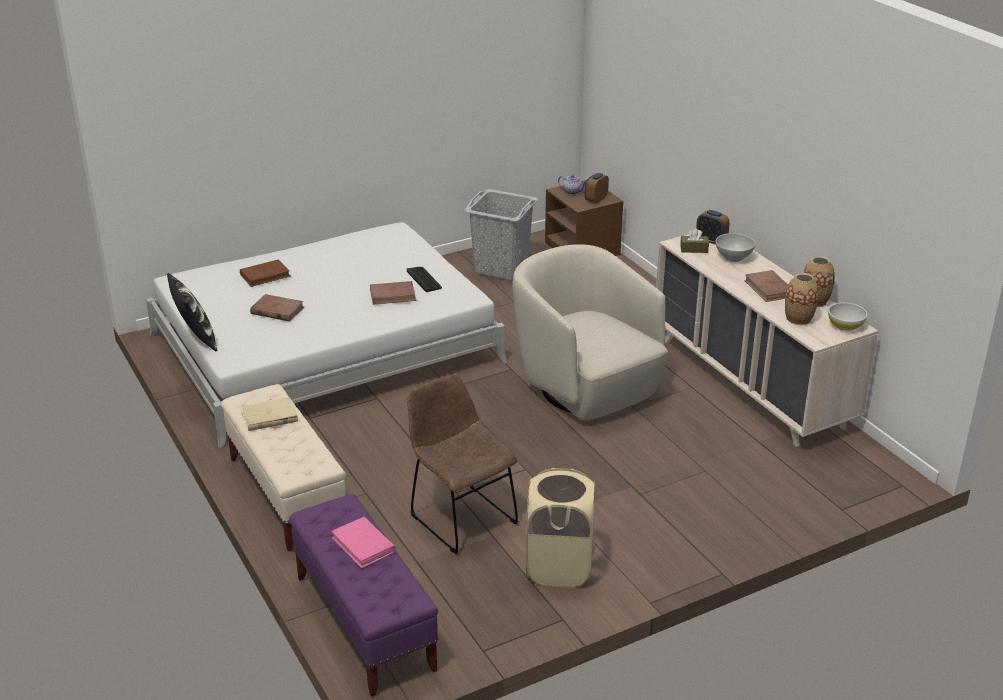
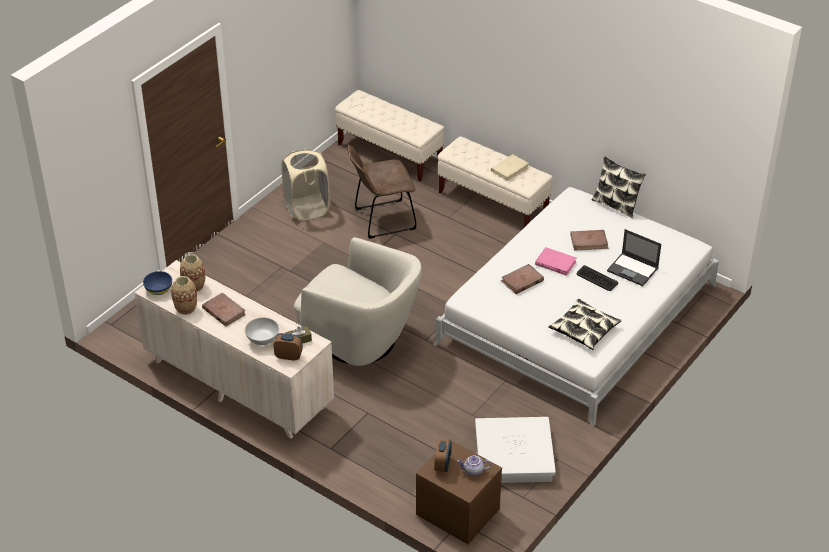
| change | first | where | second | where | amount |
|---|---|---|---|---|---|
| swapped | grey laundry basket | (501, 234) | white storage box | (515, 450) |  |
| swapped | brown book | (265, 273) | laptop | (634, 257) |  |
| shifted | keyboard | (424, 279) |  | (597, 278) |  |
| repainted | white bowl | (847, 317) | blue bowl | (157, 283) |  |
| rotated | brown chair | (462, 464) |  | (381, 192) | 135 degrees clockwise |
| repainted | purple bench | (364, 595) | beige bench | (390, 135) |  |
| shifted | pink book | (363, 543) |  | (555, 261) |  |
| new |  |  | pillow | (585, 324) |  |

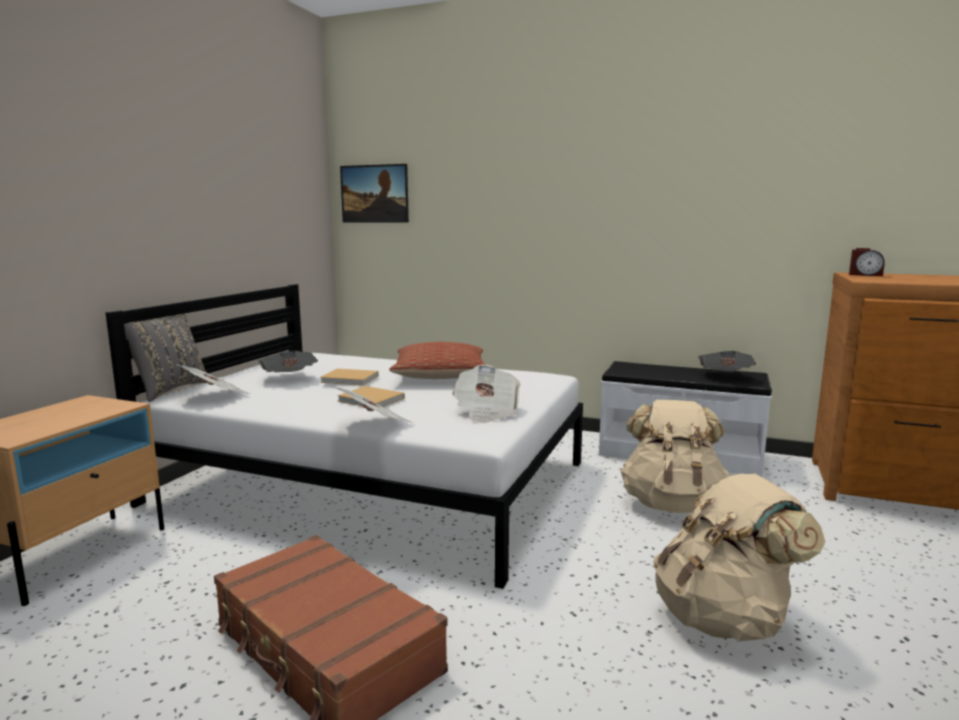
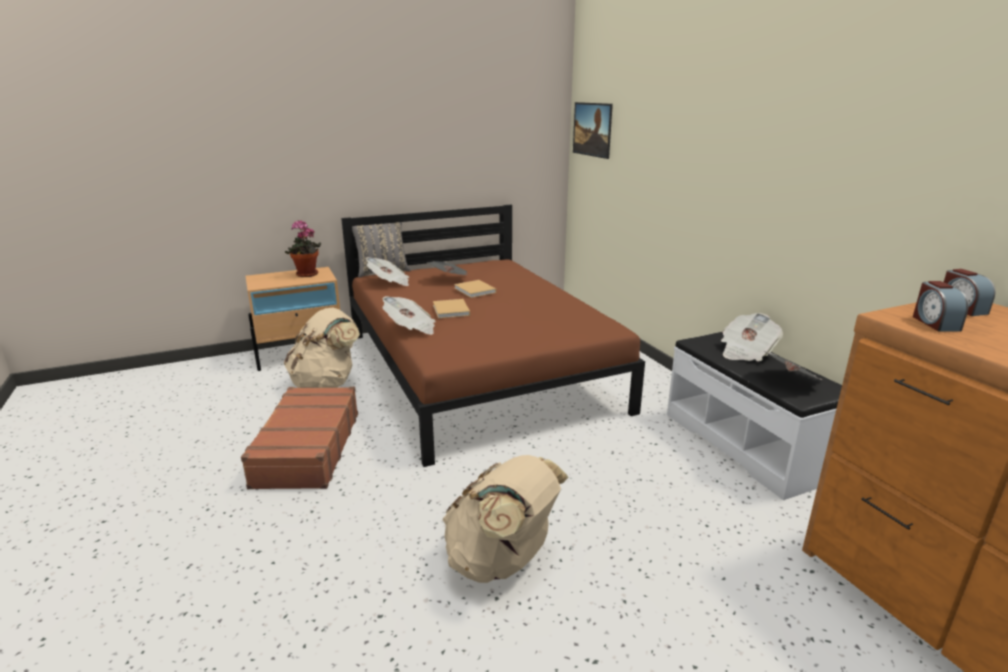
| change | first | where | second | where | amount |
|---|---|---|---|---|---|
| repainted | white bed | (344, 436) | brown bed | (493, 336) |  |
| gone | pillow | (437, 360) |  |  |  |
| shifted | newspaper | (486, 394) |  | (752, 337) |  |
| shifted | beige backpack | (675, 456) |  | (322, 347) |  |
| new |  |  | potted plant | (303, 248) |  |
| new |  |  | alarm clock | (940, 306) |  |

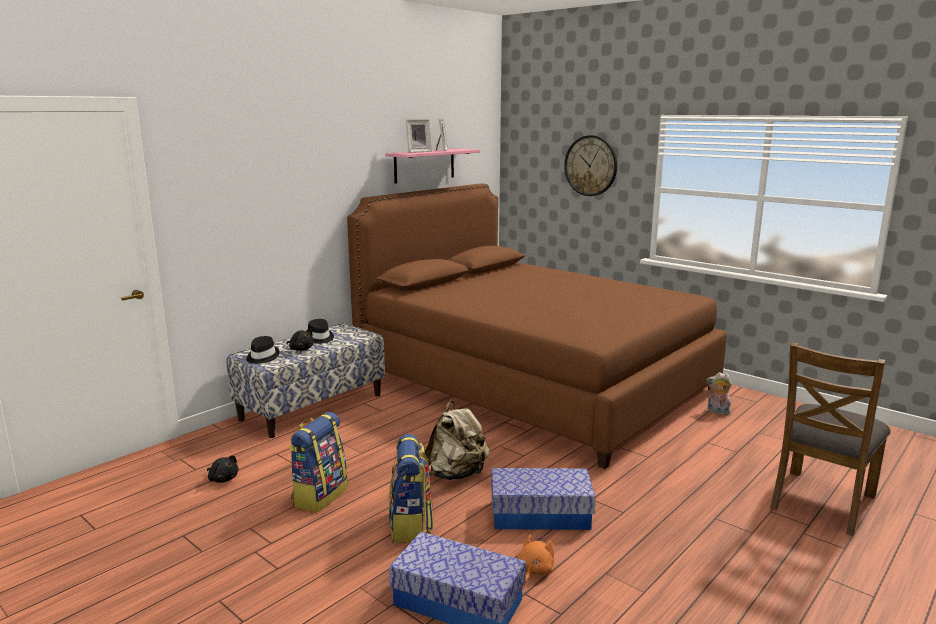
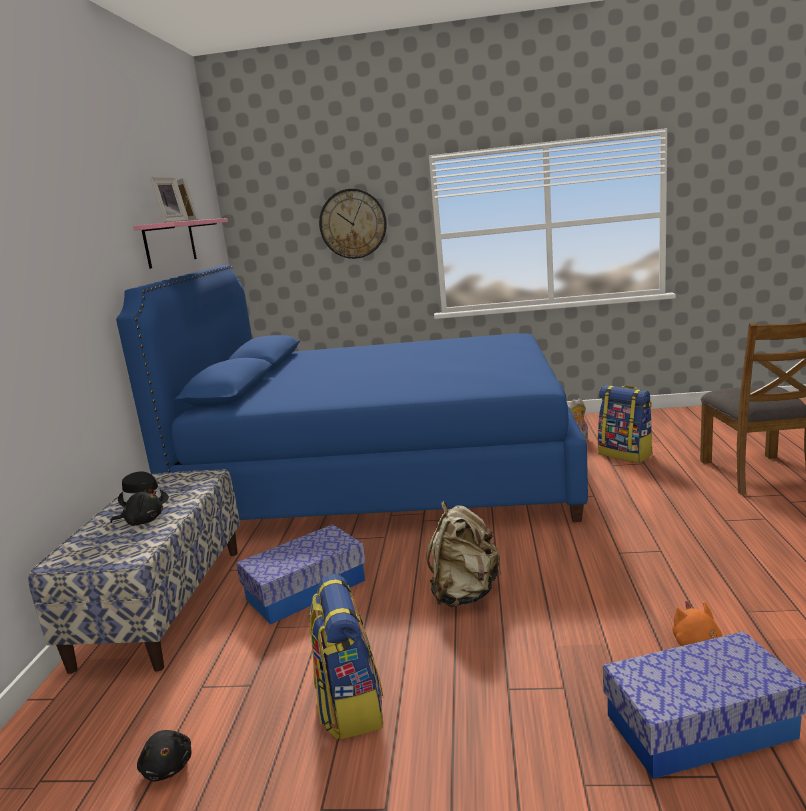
| change | first | where | second | where | amount |
|---|---|---|---|---|---|
| repainted | brown bed | (537, 326) | blue bed | (352, 393) |  |
| gone | black hat | (263, 350) |  |  |  |
| shifted | backpack | (411, 488) |  | (625, 424) |  |
| rotated | black plush toy | (223, 469) |  | (164, 756) | 60 degrees clockwise |
| shifted | storage box | (543, 499) |  | (301, 574) |  |

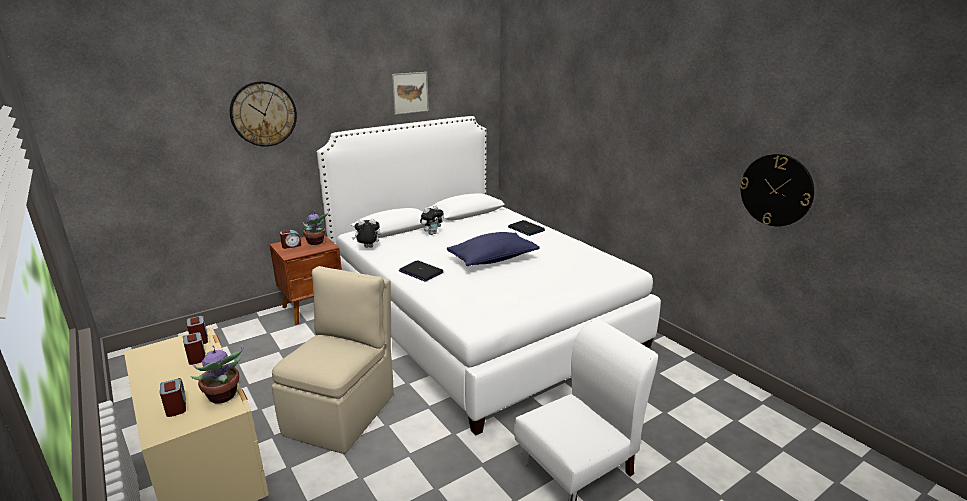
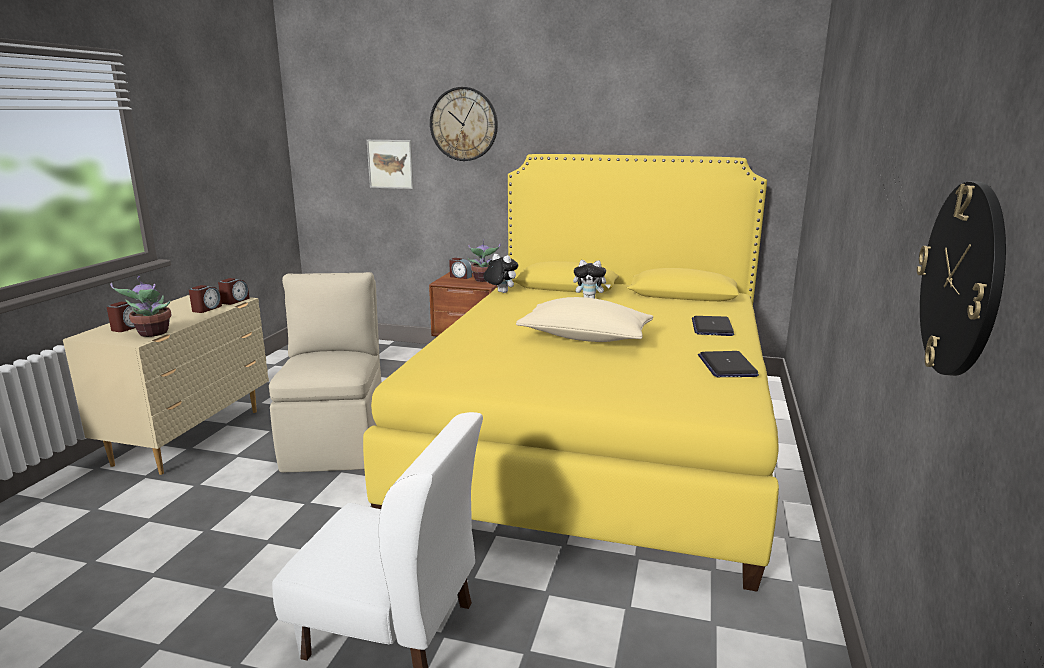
| change | first | where | second | where | amount |
|---|---|---|---|---|---|
| shifted | picture | (410, 93) |  | (390, 164) |  |
| repainted | white bed | (489, 276) | yellow bed | (571, 373) |  |
| repainted | blue pillow | (493, 249) | beige pillow | (584, 319) |  |
| shifted | laptop | (421, 271) |  | (728, 364) |  |
| rotated | beige chair | (333, 360) |  | (325, 372) | 75 degrees counterclockwise |

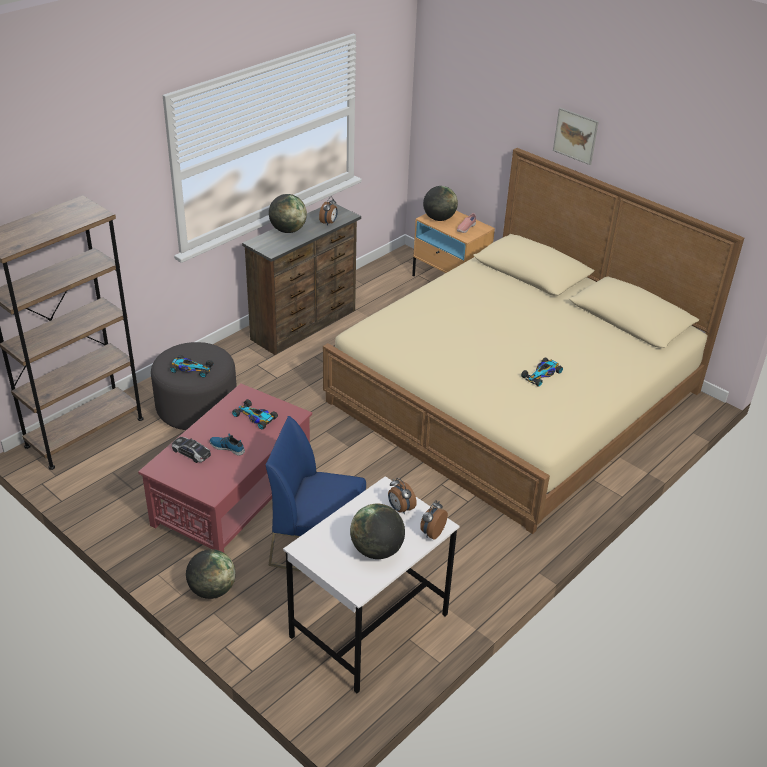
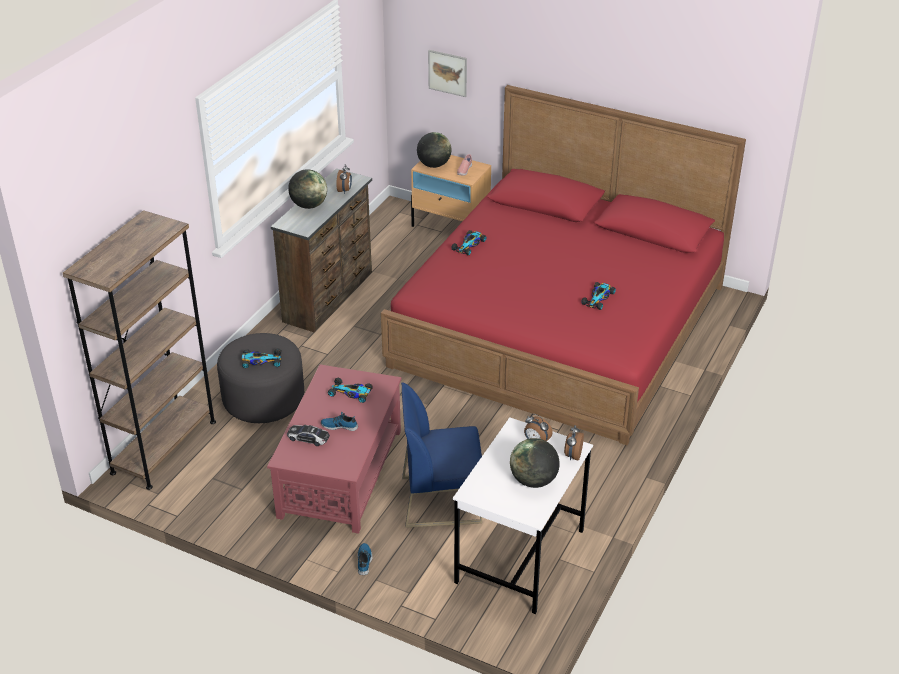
| change | first | where | second | where | amount |
|---|---|---|---|---|---|
| shifted | picture | (576, 136) |  | (447, 73) |  |
| repainted | beige bed | (533, 341) | red bed | (563, 265) |  |
| swapped | globe | (211, 574) | shoe | (364, 559) |  |
| new |  |  | toy car | (469, 242) |  |

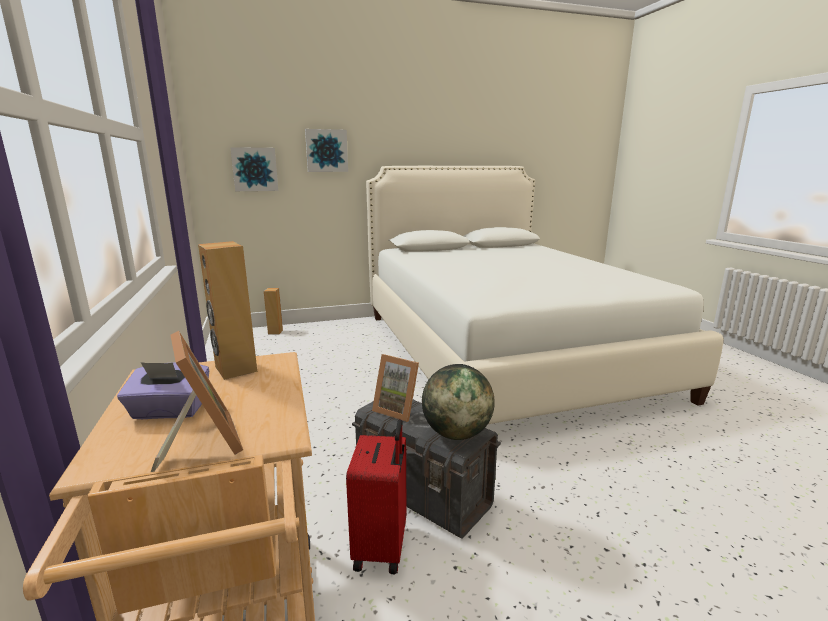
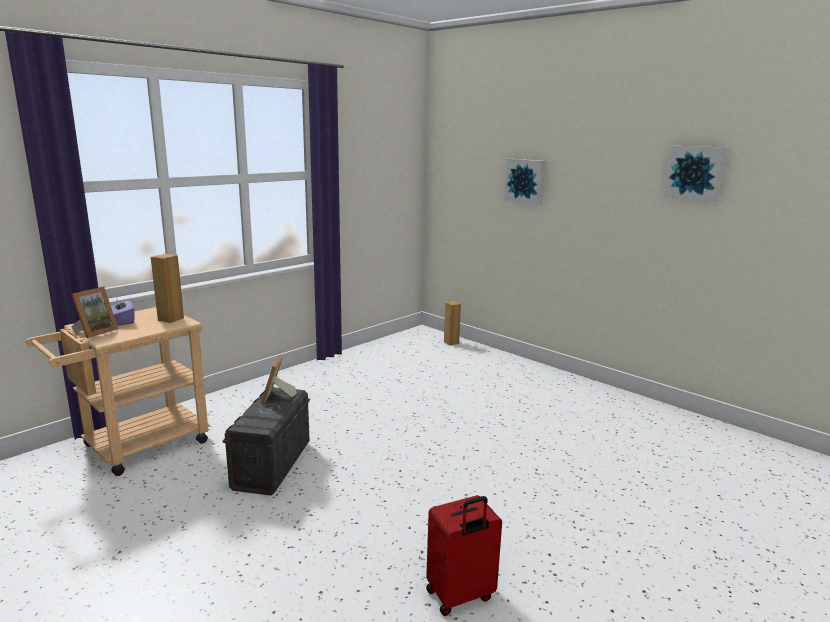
| change | first | where | second | where | amount |
|---|---|---|---|---|---|
| shifted | picture | (254, 169) |  | (695, 174) |  |
| gone | white bed | (544, 295) |  |  |  |
| gone | globe | (458, 402) |  |  |  |
| shifted | red suitcase | (376, 496) |  | (464, 555) |  |

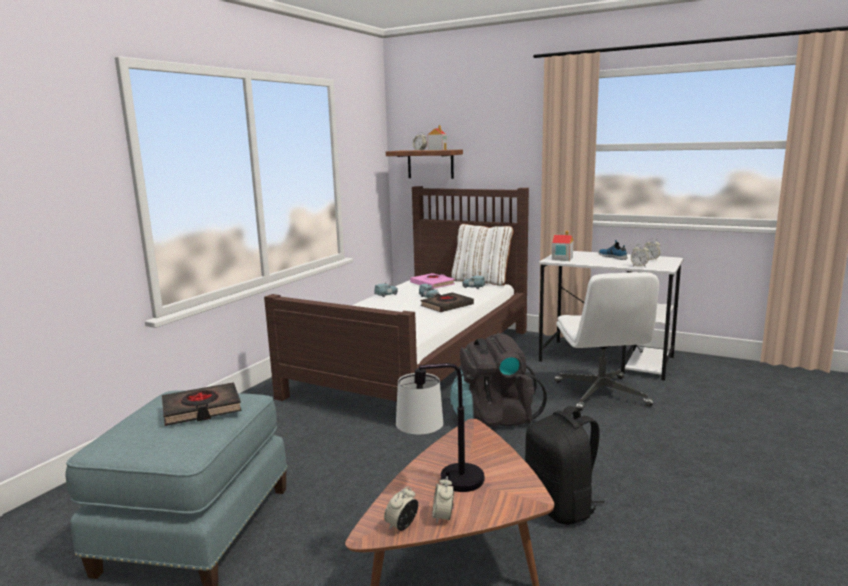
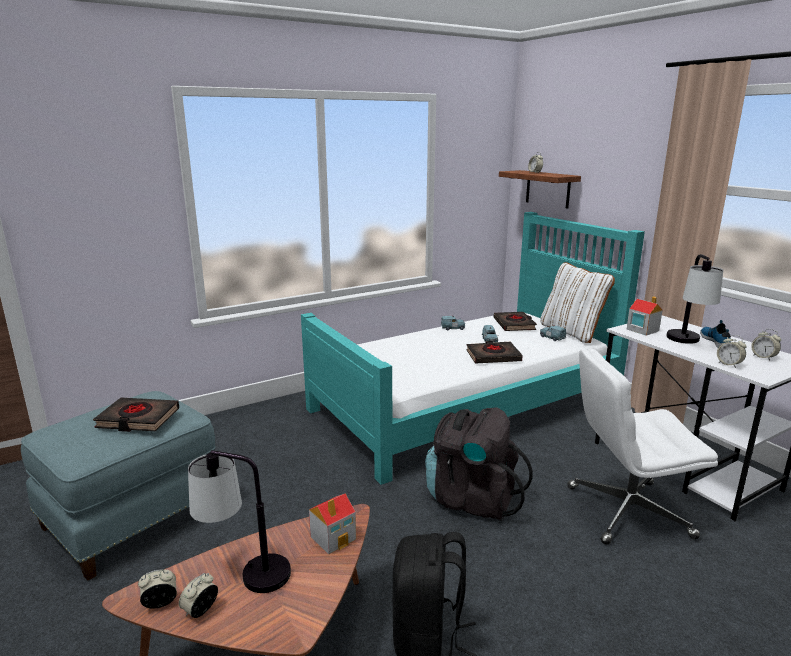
| change | first | where | second | where | amount |
|---|---|---|---|---|---|
| shifted | toy house | (437, 137) |  | (332, 523) |  |
| repainted | brown bed | (396, 294) | turquoise bed | (473, 348) |  |
| rotated | white office chair | (606, 341) |  | (642, 446) | 60 degrees clockwise |
| repainted | pink book | (432, 281) | black book | (515, 321) |  |
| new |  |  | table lamp | (695, 299) |  |

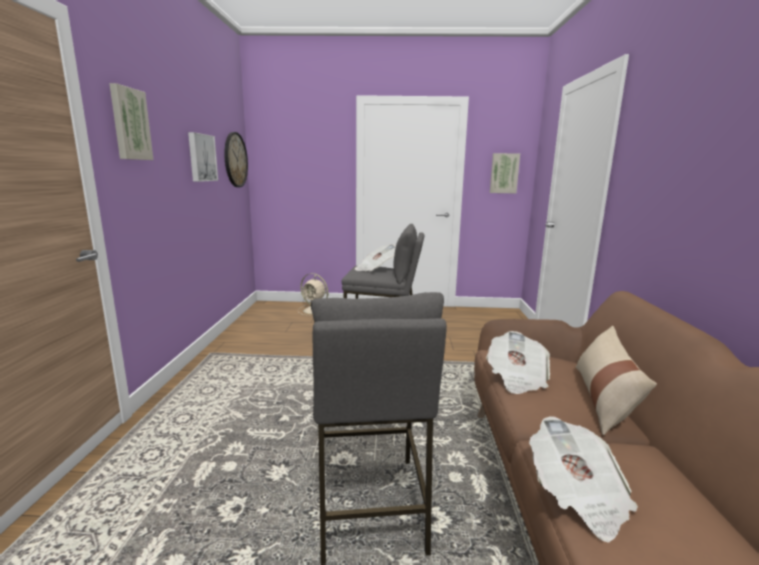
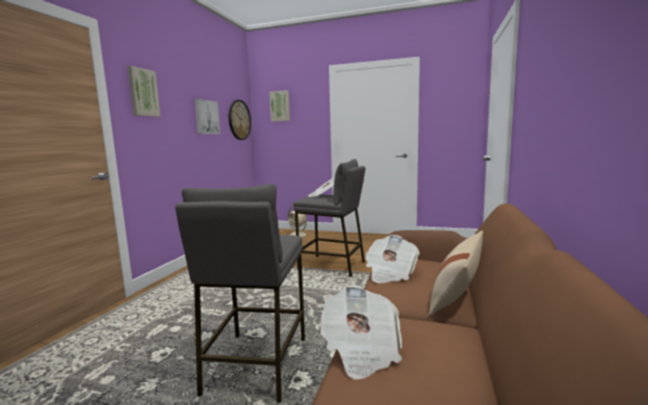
| change | first | where | second | where | amount |
|---|---|---|---|---|---|
| shifted | picture | (505, 173) |  | (279, 106) |  |

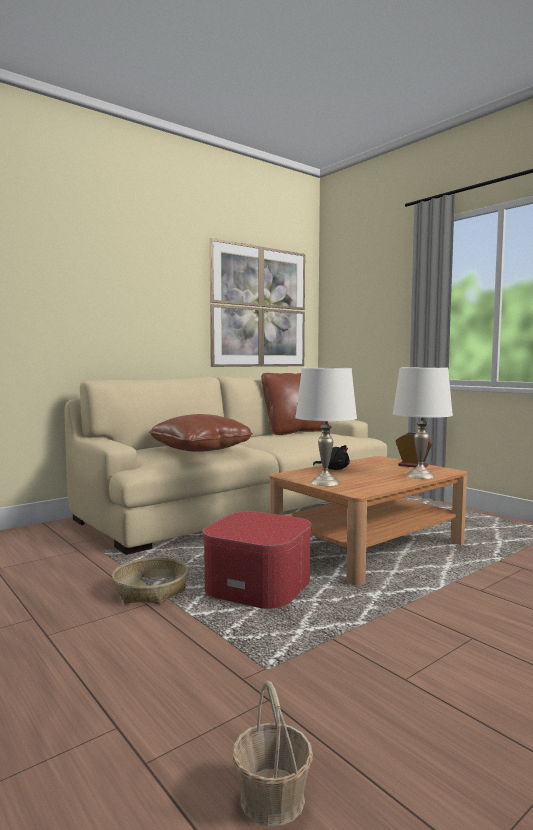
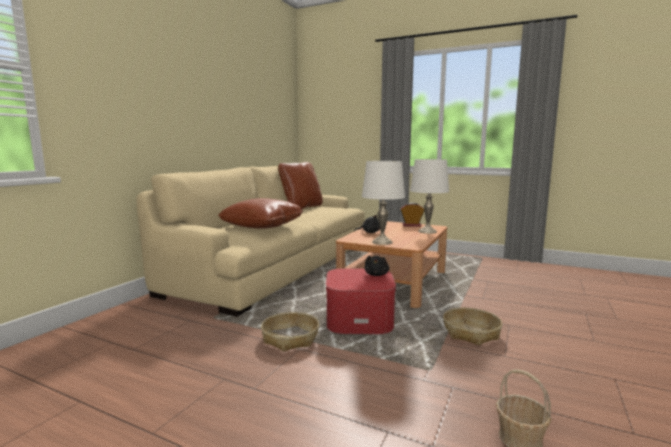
| change | first | where | second | where | amount |
|---|---|---|---|---|---|
| gone | picture | (257, 302) |  |  |  |
| new |  |  | black plush toy | (376, 266) |  |
| new |  |  | basket | (473, 326) |  |

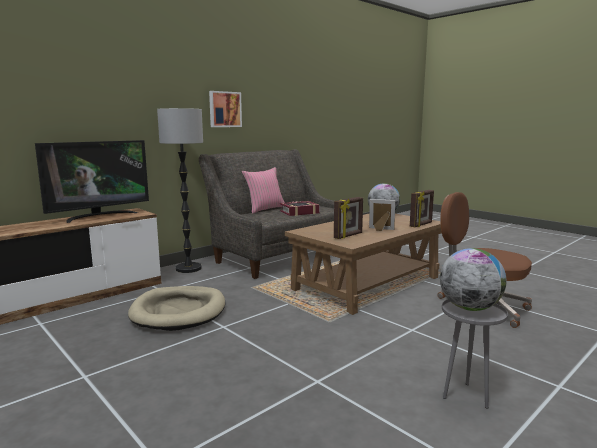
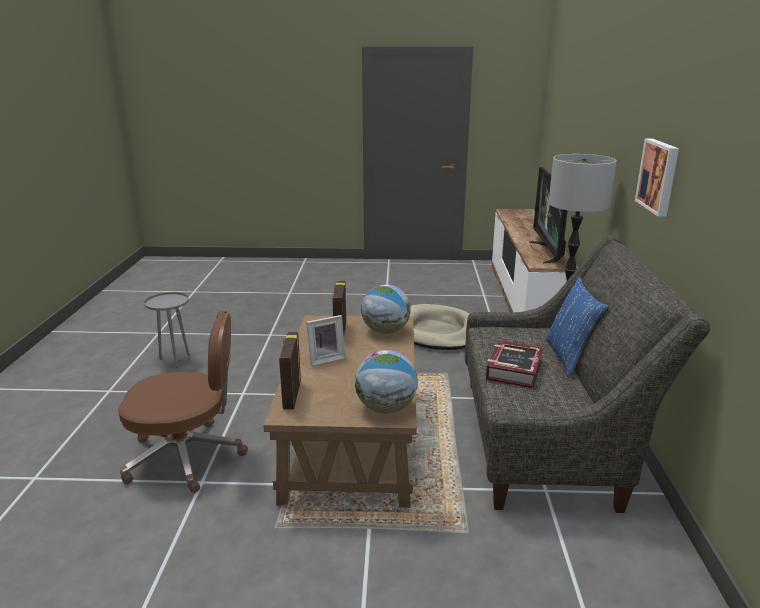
| change | first | where | second | where | amount |
|---|---|---|---|---|---|
| repainted | pink pillow | (263, 190) | blue pillow | (577, 327) |  |
| shifted | globe | (473, 279) |  | (386, 309) |  |

